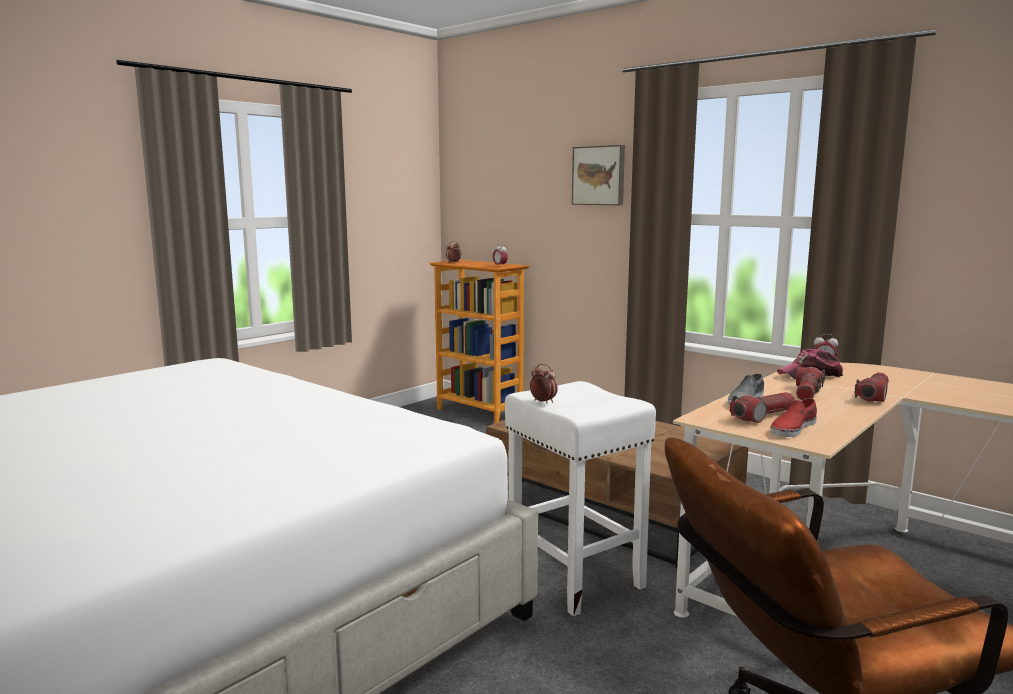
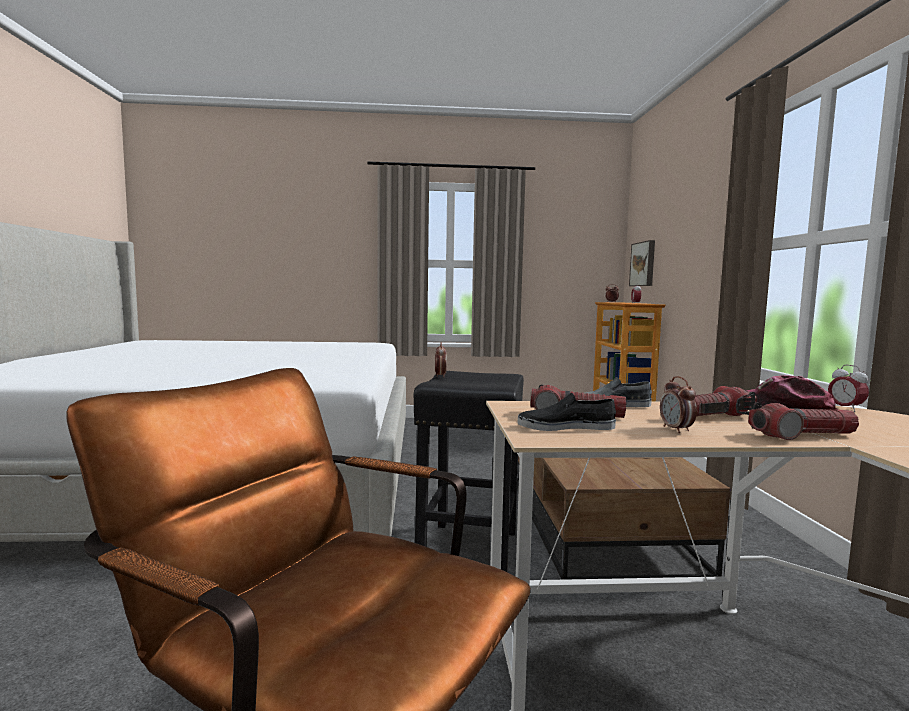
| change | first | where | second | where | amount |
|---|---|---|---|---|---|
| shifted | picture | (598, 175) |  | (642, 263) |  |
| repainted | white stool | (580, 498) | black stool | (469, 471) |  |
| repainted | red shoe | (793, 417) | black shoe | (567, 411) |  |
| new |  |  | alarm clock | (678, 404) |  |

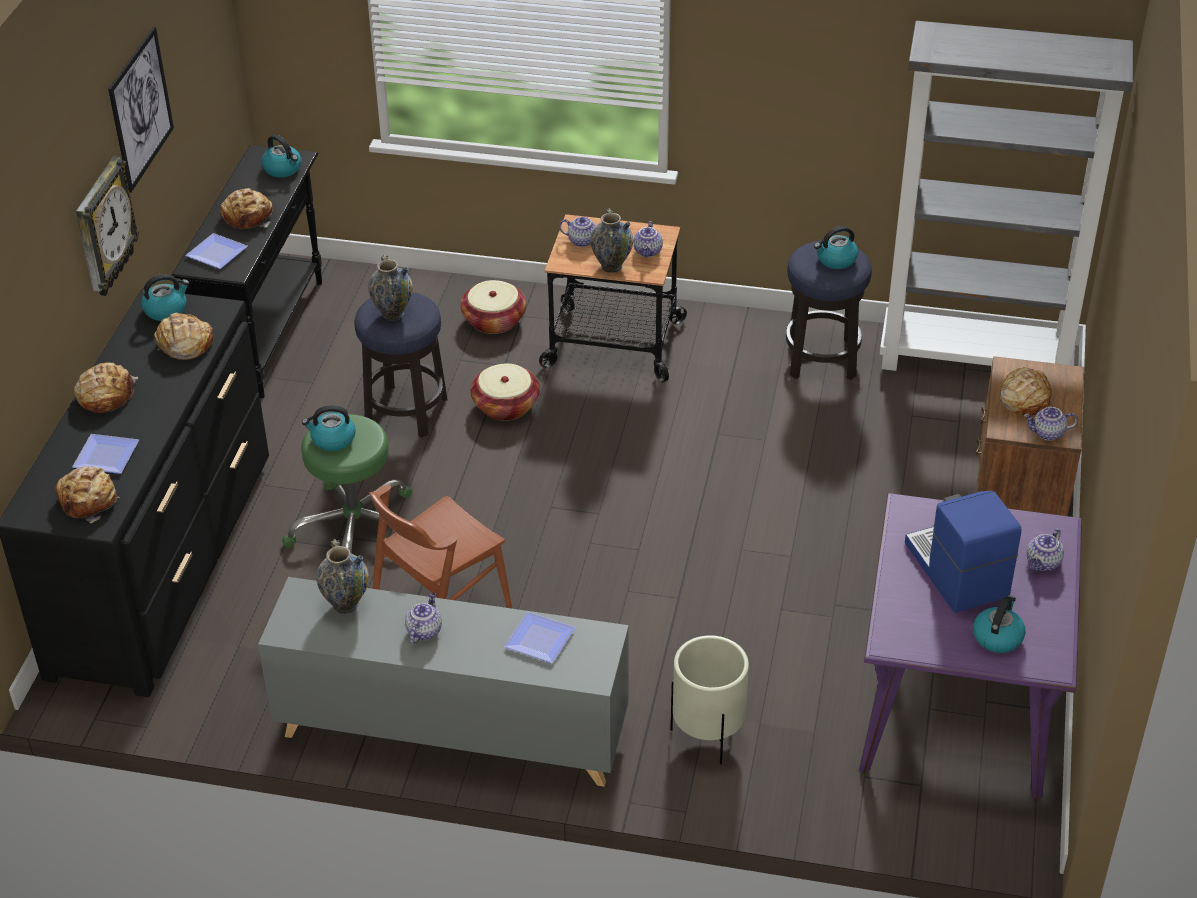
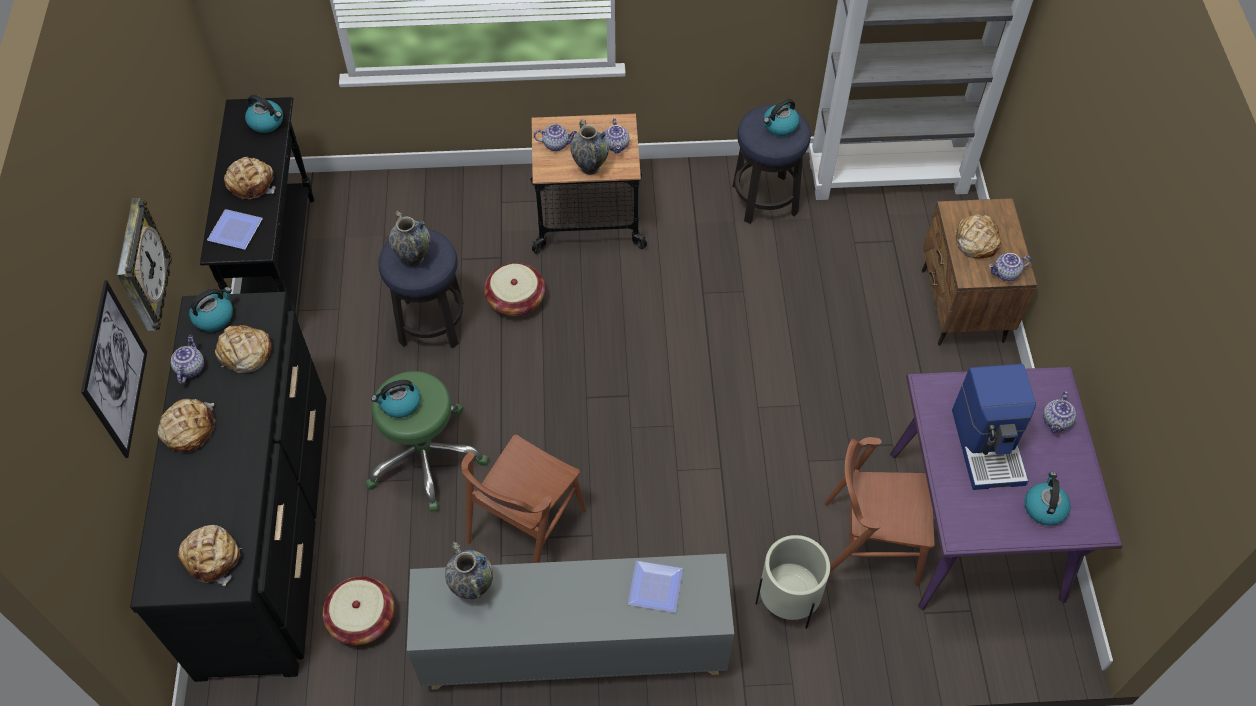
| change | first | where | second | where | amount |
|---|---|---|---|---|---|
| shifted | picture | (141, 109) |  | (114, 369) |  |
| shifted | basket | (493, 307) |  | (359, 610) |  |
| gone | plate | (105, 454) |  |  |  |
| rotated | coffee machine | (963, 552) |  | (994, 427) | 150 degrees counterclockwise |
| shifted | teapot | (423, 618) |  | (187, 359) |  |
| new |  |  | brown chair | (879, 511) |  |

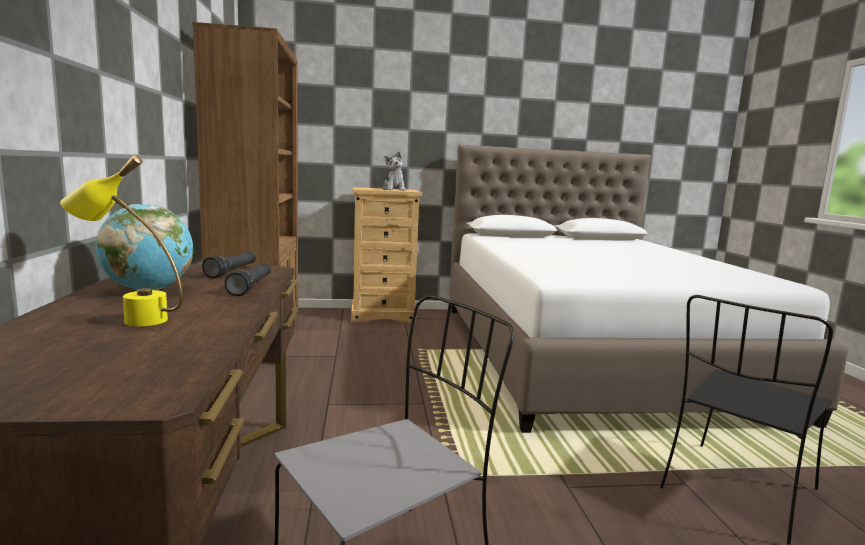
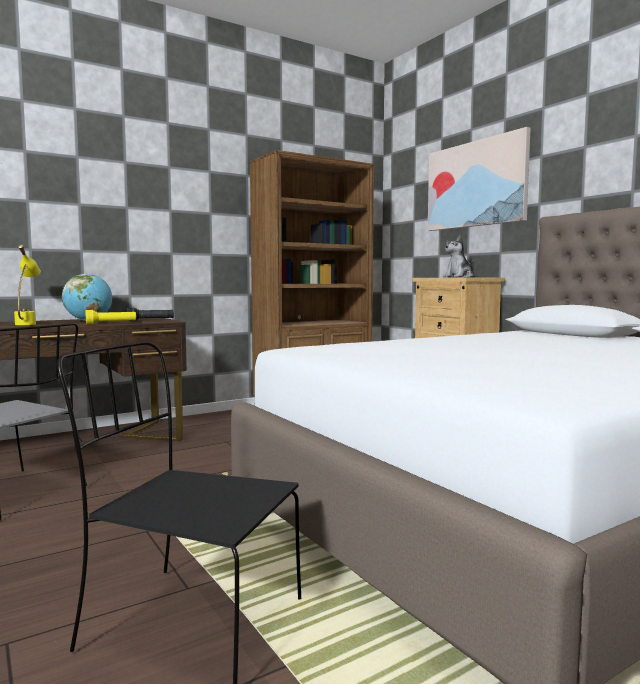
| change | first | where | second | where | amount |
|---|---|---|---|---|---|
| repainted | black flashlight | (247, 279) | yellow flashlight | (110, 317) |  |
| new |  |  | picture | (479, 179) |  |

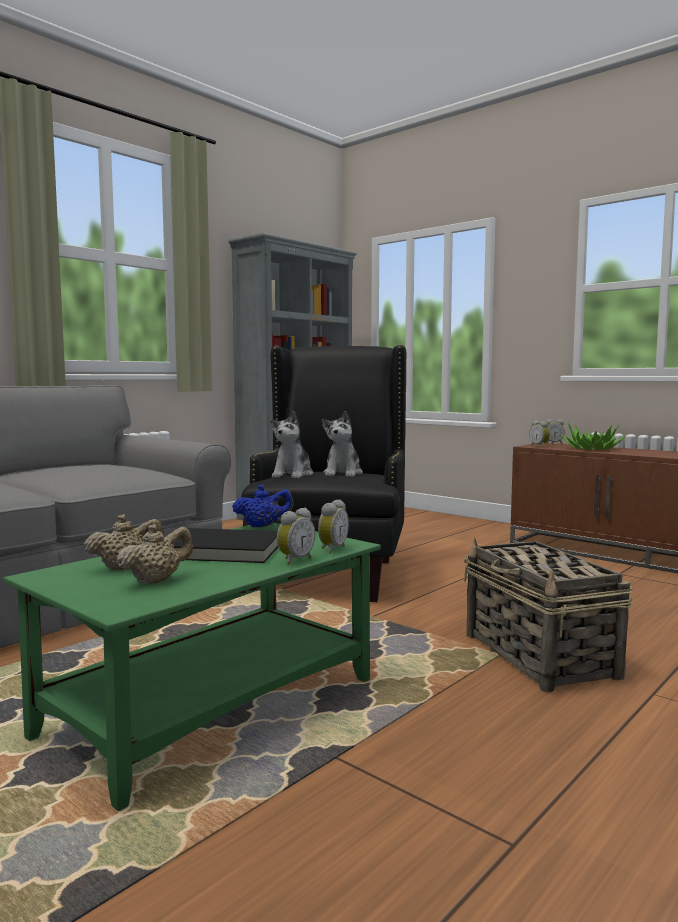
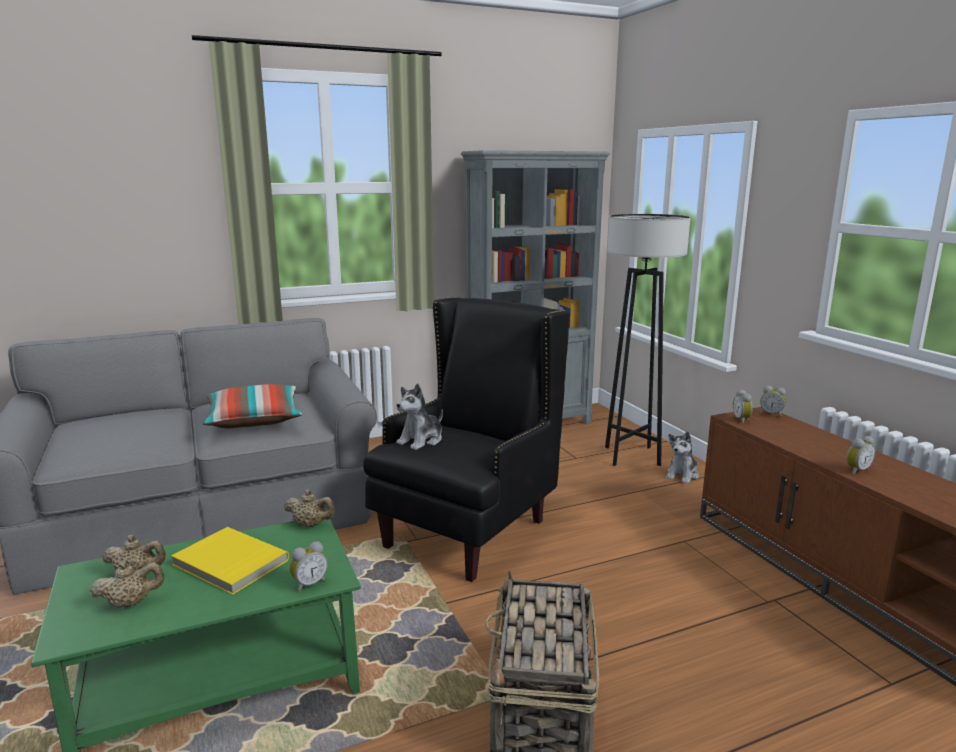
| change | first | where | second | where | amount |
|---|---|---|---|---|---|
| shifted | plush toy | (342, 444) |  | (682, 457) |  |
| gone | potted plant | (592, 436) |  |  |  |
| repainted | blue teapot | (262, 506) | beige teapot | (309, 508) |  |
| shifted | alarm clock | (296, 536) |  | (861, 455) |  |
| repainted | black book | (226, 545) | yellow book | (230, 561) |  |
| new |  |  | grey floor lamp | (648, 340) |  |
| new |  |  | pillow | (252, 406) |  |

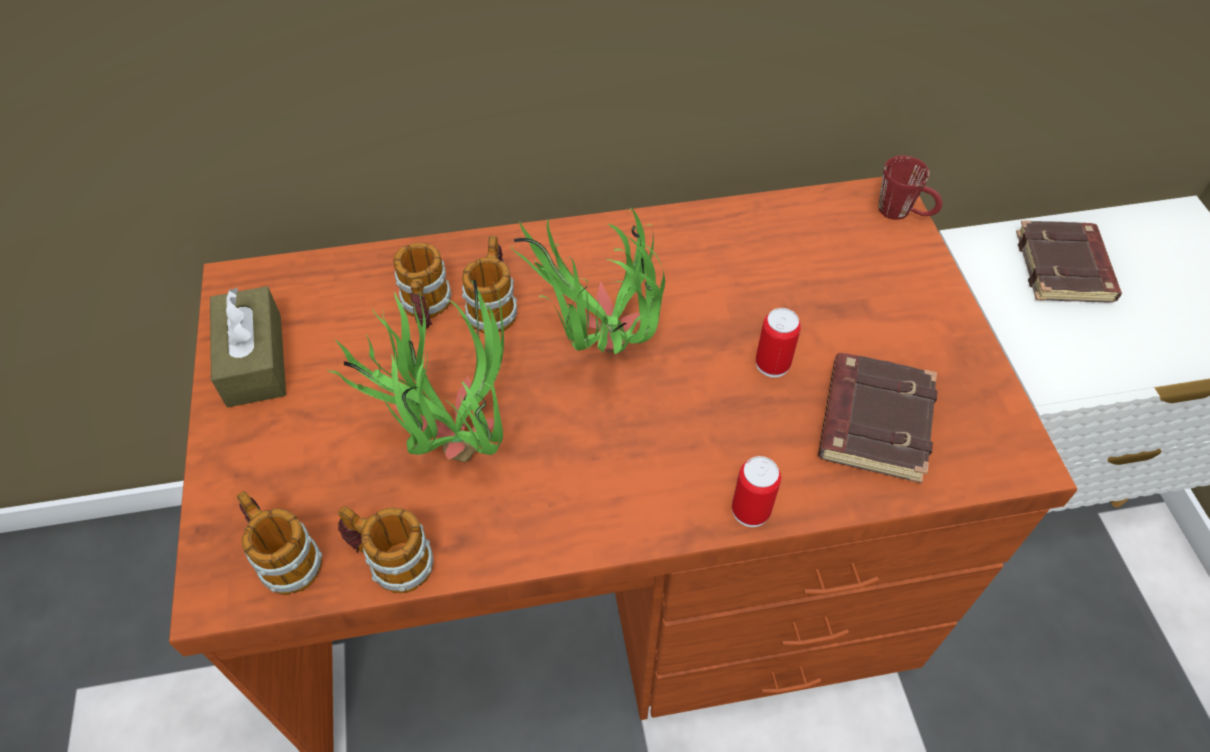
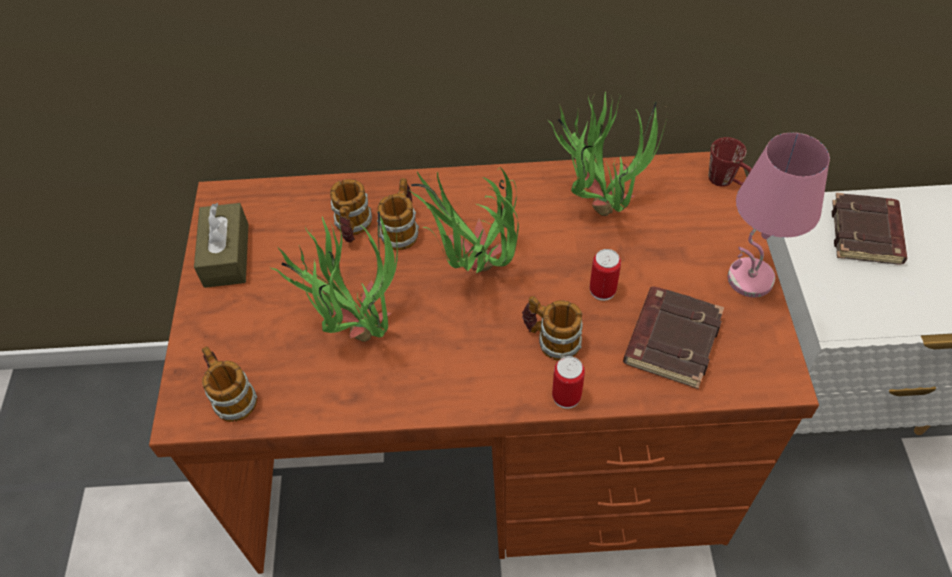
| change | first | where | second | where | amount |
|---|---|---|---|---|---|
| shifted | mug | (385, 550) |  | (552, 328) |  |
| new |  |  | potted plant | (607, 154) |  |
| new |  |  | pink table lamp | (779, 215) |  |

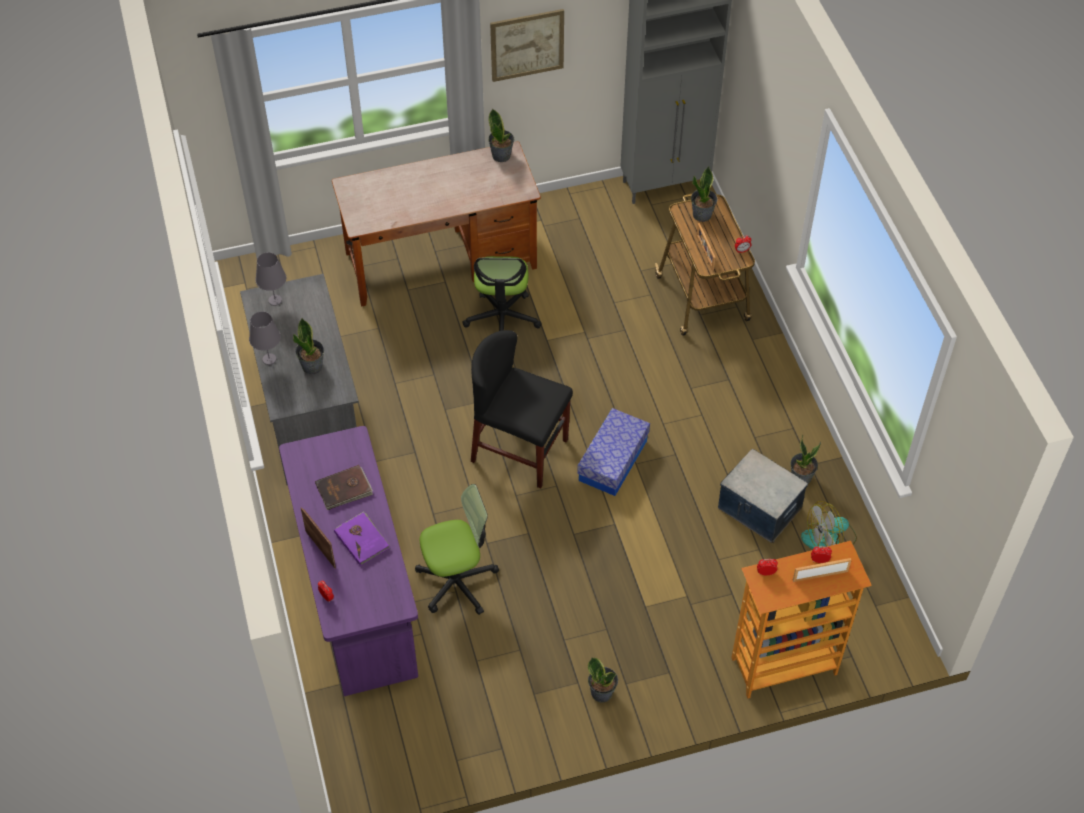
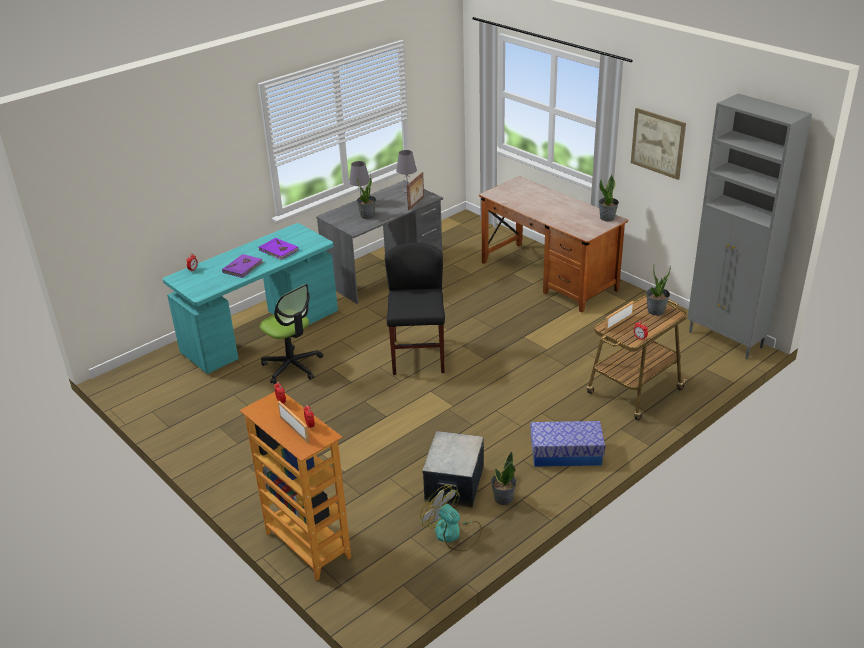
| change | first | where | second | where | amount |
|---|---|---|---|---|---|
| gone | office chair | (502, 293) |  |  |  |
| shifted | storage box | (613, 452) |  | (567, 444) |  |
| repainted | purple desk | (348, 561) | turquoise desk | (250, 298) |  |
| repainted | brown book | (344, 487) | purple book | (278, 249) |  |
| shifted | picture frame | (318, 537) |  | (415, 191) |  |
| gone | potted plant | (603, 680) |  |  |  |

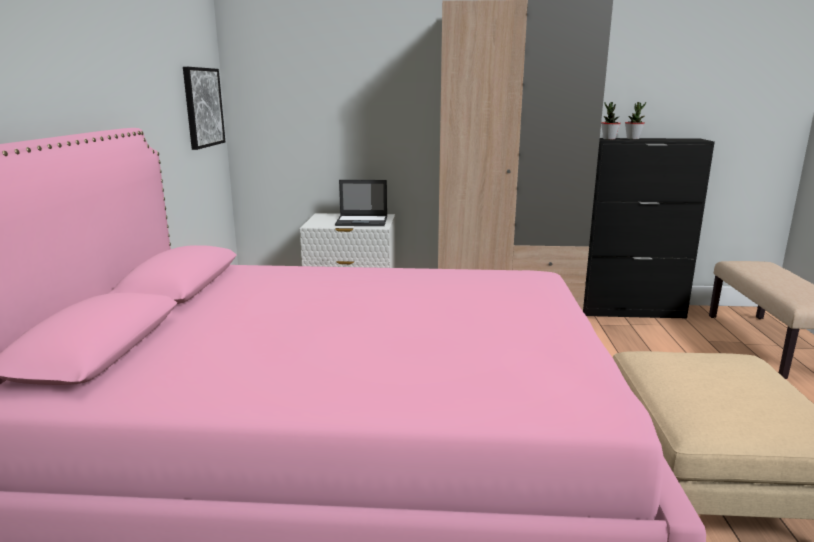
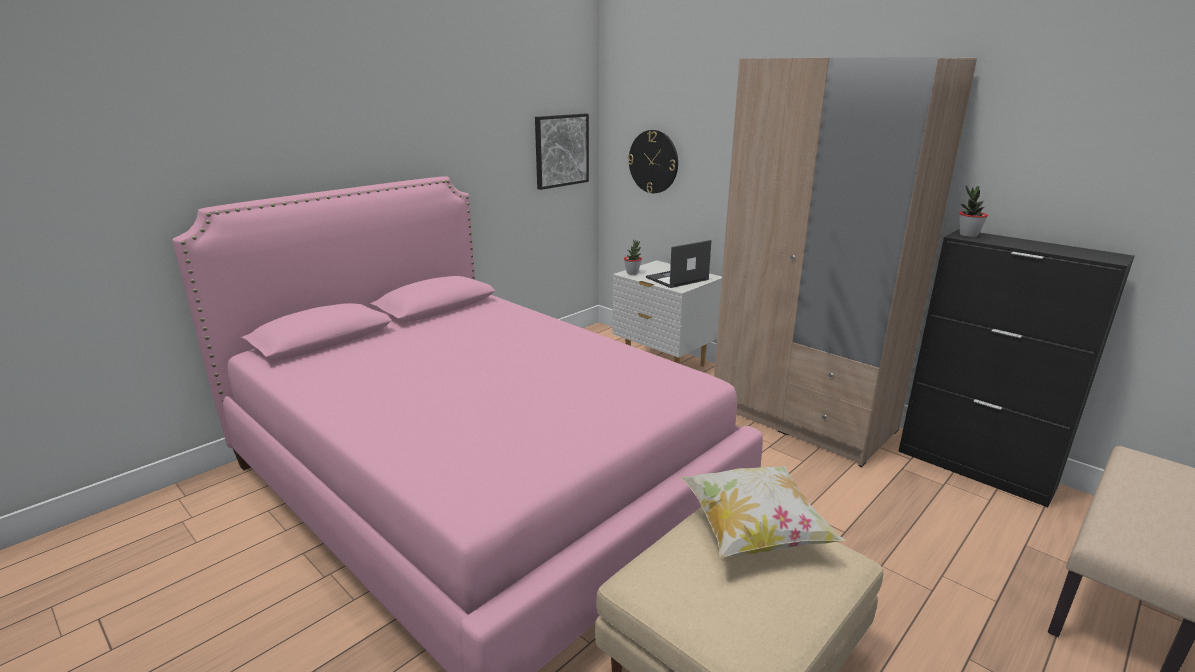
| change | first | where | second | where | amount |
|---|---|---|---|---|---|
| shifted | potted plant | (635, 120) |  | (633, 257) |  |
| rotated | laptop | (361, 203) |  | (678, 264) | 105 degrees clockwise |
| new |  |  | wall clock | (653, 161) |  |
| new |  |  | pillow | (763, 512) |  |

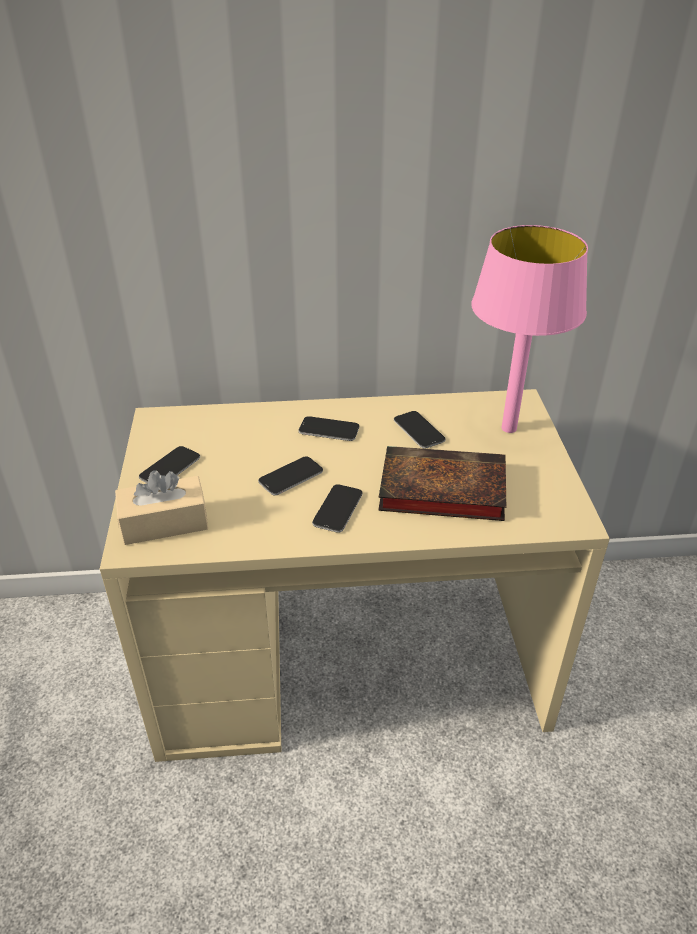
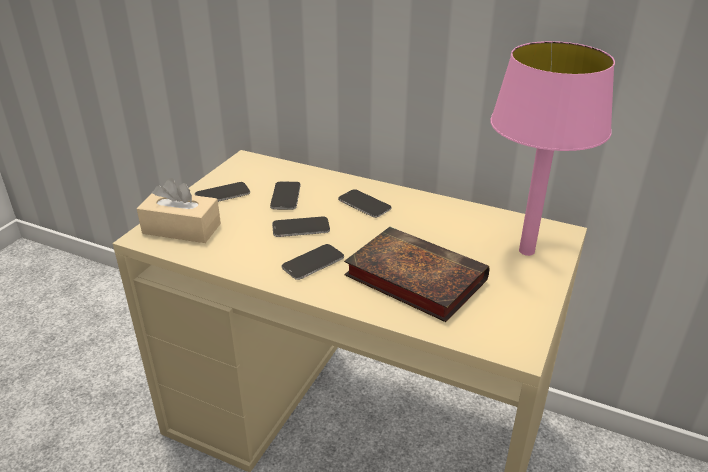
| change | first | where | second | where | amount |
|---|---|---|---|---|---|
| shifted | phone | (420, 430) |  | (285, 196) |  |

